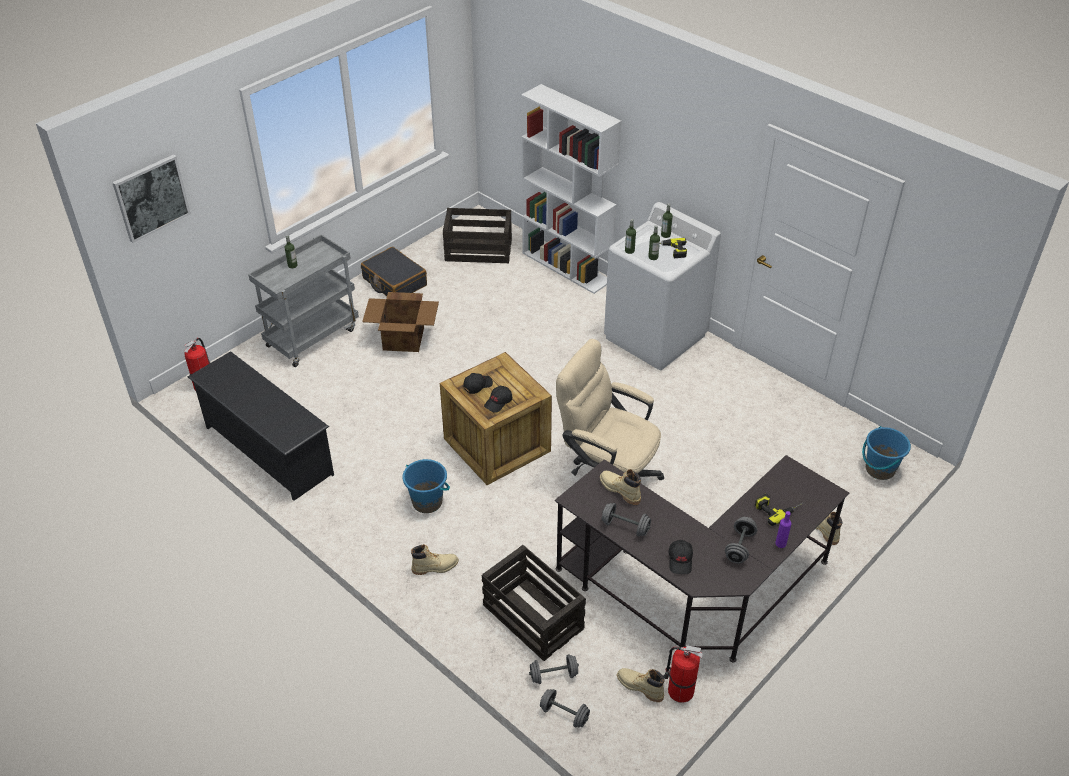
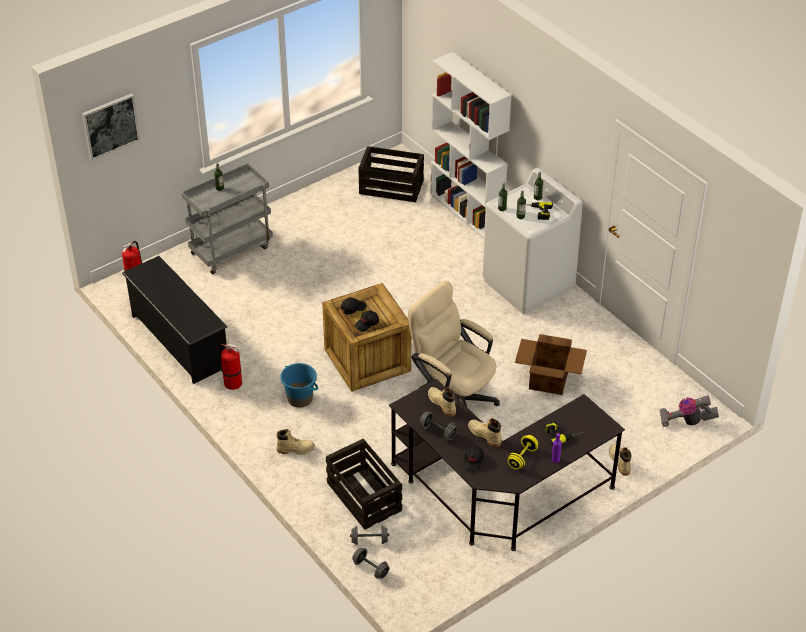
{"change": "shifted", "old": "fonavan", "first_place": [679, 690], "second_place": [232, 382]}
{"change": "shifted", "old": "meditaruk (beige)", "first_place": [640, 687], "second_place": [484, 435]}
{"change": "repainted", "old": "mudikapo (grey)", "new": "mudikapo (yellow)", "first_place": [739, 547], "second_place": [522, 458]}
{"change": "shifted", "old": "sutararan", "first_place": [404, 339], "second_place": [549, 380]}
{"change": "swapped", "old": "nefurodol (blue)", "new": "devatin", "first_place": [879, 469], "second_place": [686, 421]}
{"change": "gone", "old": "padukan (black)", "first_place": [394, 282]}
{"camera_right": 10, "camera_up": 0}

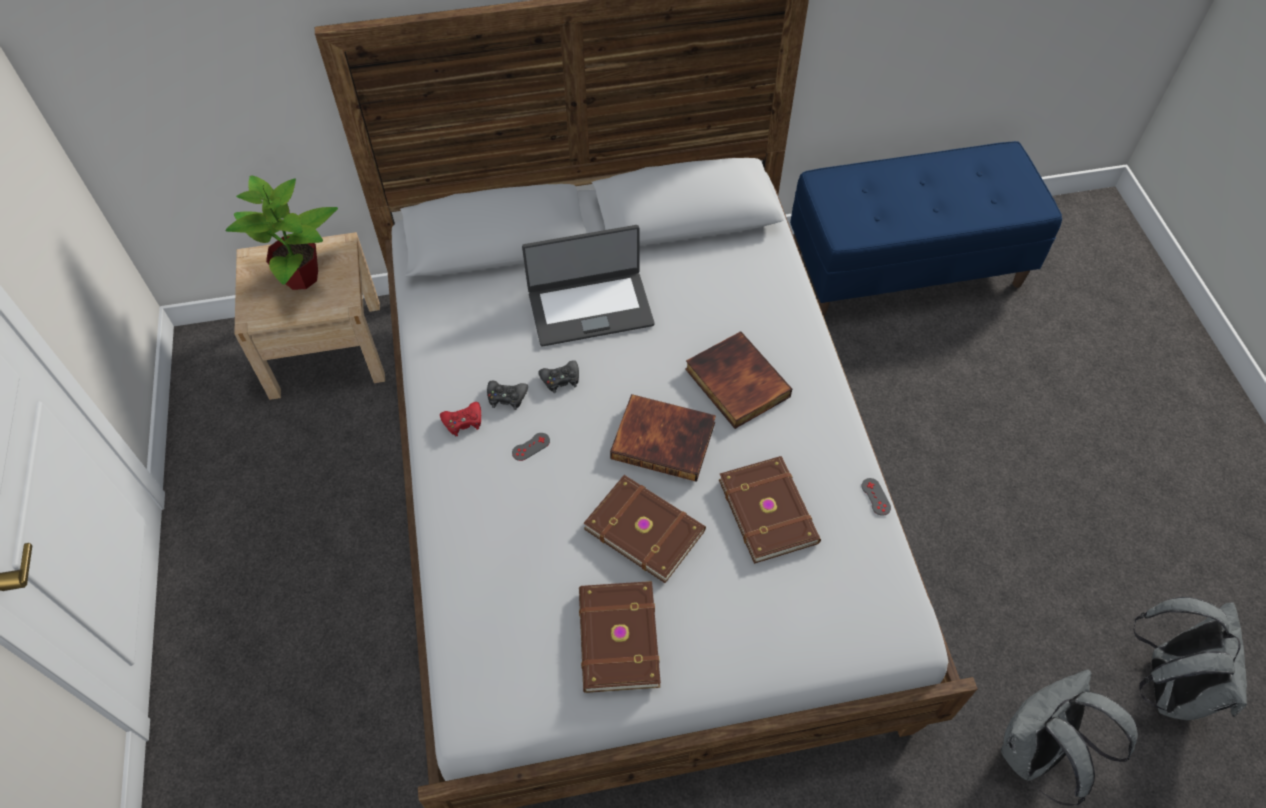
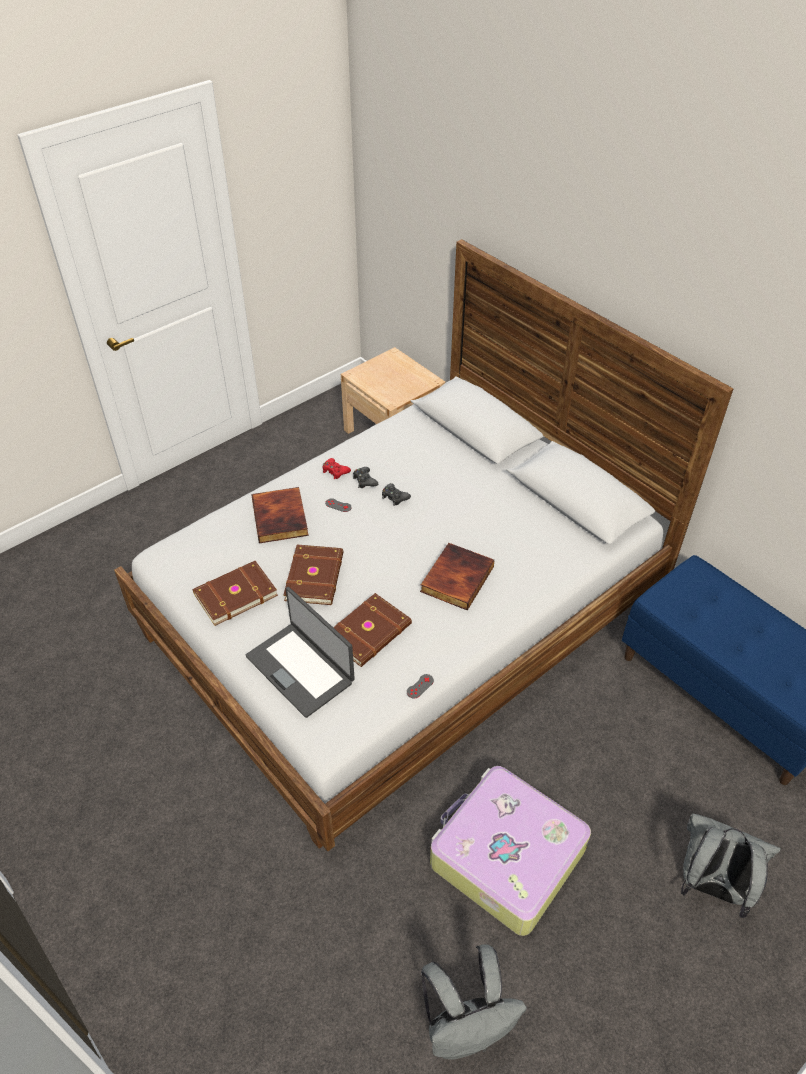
{"change": "shifted", "old": "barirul", "first_place": [590, 307], "second_place": [301, 668]}
{"change": "shifted", "old": "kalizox", "first_place": [664, 439], "second_place": [281, 518]}
{"change": "new", "new": "padukan", "second_place": [505, 856]}
{"change": "shifted", "old": "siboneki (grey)", "first_place": [1035, 753], "second_place": [709, 885]}
{"change": "gone", "old": "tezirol", "first_place": [302, 277]}
{"camera_right": 60, "camera_up": -10}

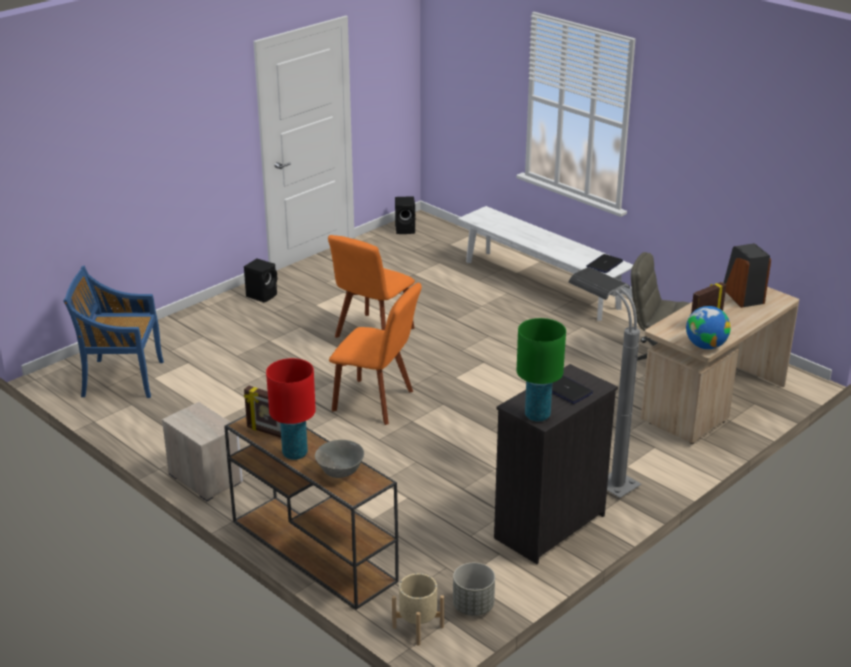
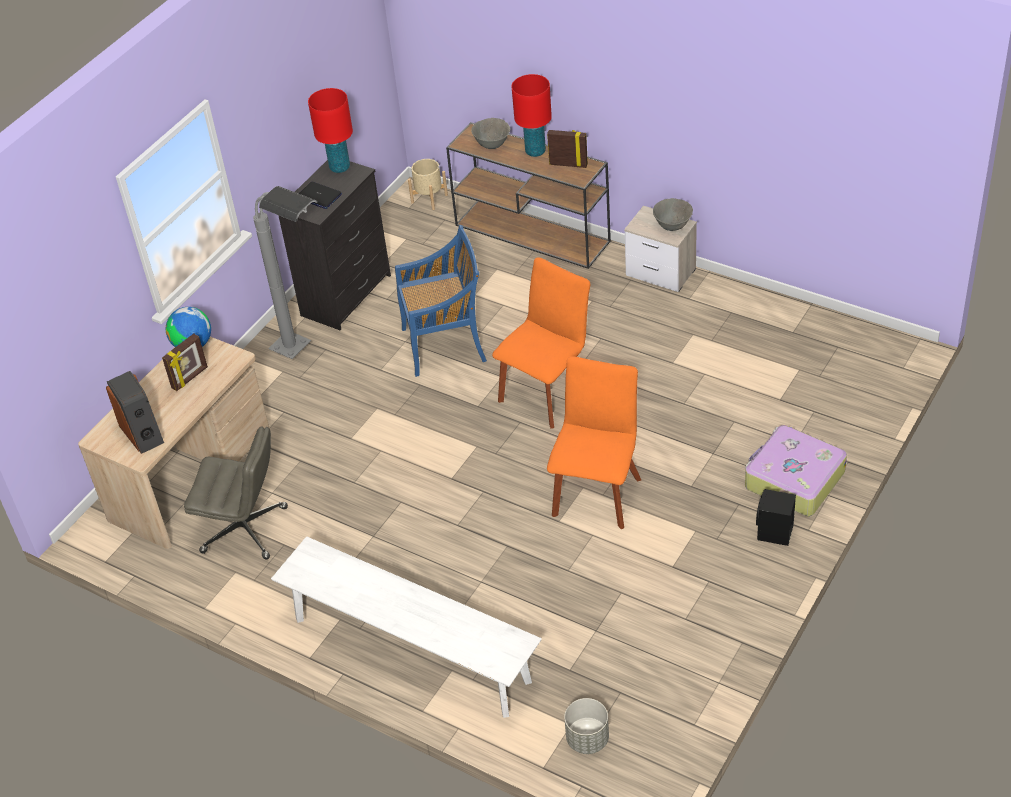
{"change": "repainted", "old": "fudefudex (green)", "new": "fudefudex (red)", "first_place": [537, 415], "second_place": [340, 167]}
{"change": "shifted", "old": "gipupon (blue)", "first_place": [121, 379], "second_place": [445, 344]}
{"change": "rotated", "old": "gipupon (orange)", "first_place": [377, 402], "second_place": [547, 392], "degrees": 120}
{"change": "shifted", "old": "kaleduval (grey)", "first_place": [473, 606], "second_place": [588, 739]}
{"change": "new", "new": "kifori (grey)", "second_place": [672, 225]}
{"change": "new", "new": "padukan", "second_place": [793, 479]}
{"change": "gone", "old": "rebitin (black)", "first_place": [406, 229]}
{"change": "gone", "old": "barirul", "first_place": [604, 264]}
{"camera_right": 170, "camera_up": 15}

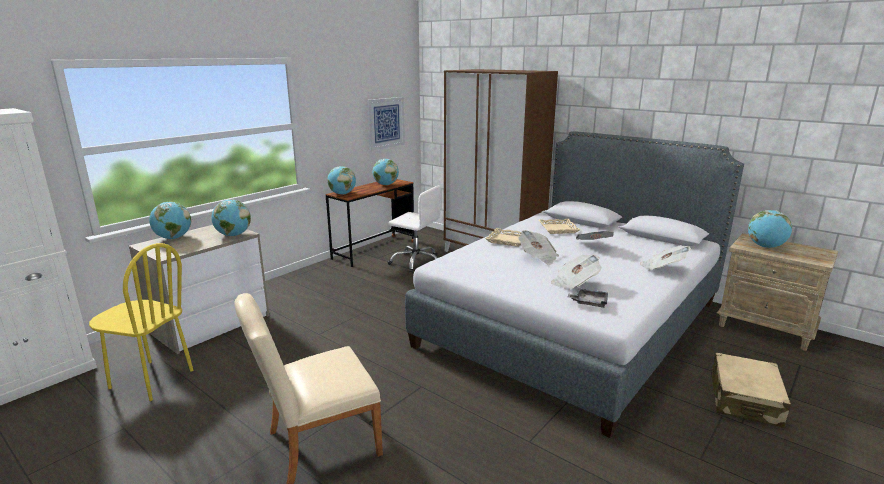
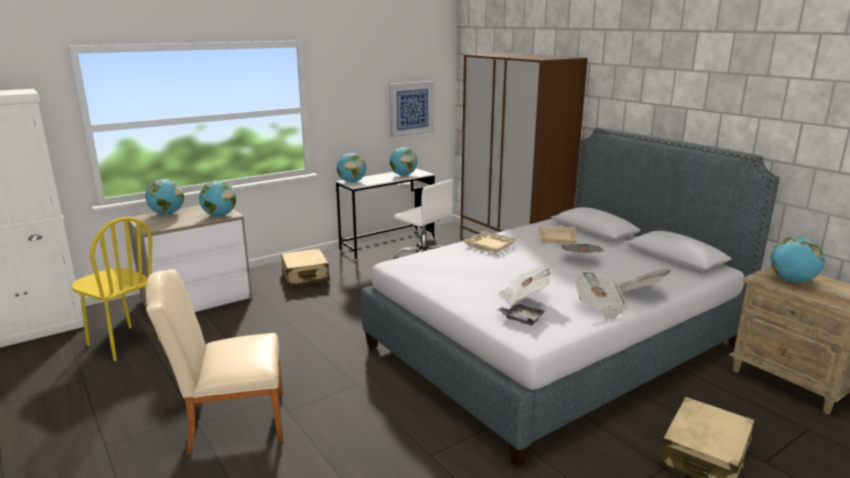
{"change": "new", "new": "padukan (beige)", "second_place": [305, 276]}
{"change": "repainted", "old": "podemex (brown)", "new": "podemex (white)", "first_place": [374, 250], "second_place": [387, 244]}
{"change": "shifted", "old": "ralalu", "first_place": [538, 257], "second_place": [599, 308]}
{"camera_right": 15, "camera_up": 0}

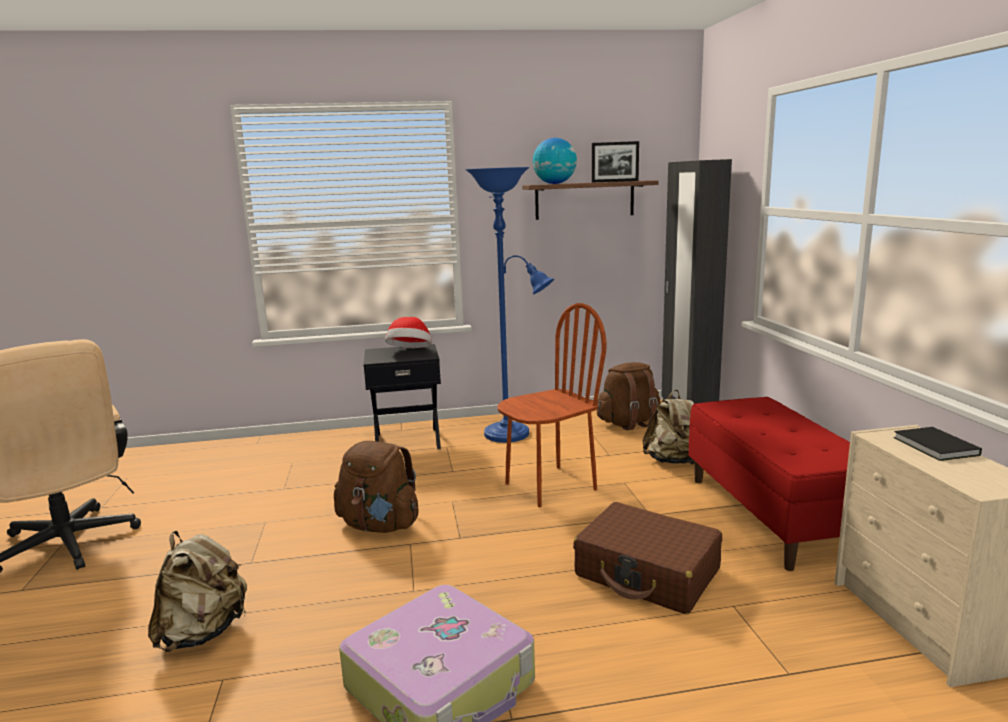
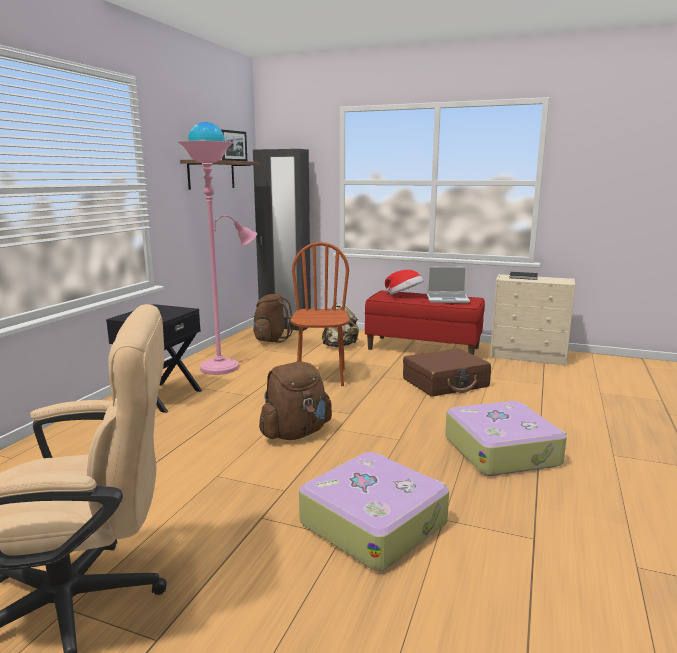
{"change": "repainted", "old": "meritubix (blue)", "new": "meritubix (pink)", "first_place": [512, 435], "second_place": [224, 367]}
{"change": "swapped", "old": "siboneki (beige)", "new": "padukan", "first_place": [203, 632], "second_place": [373, 522]}
{"change": "shifted", "old": "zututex", "first_place": [410, 352], "second_place": [404, 295]}
{"change": "new", "new": "barirul", "second_place": [448, 299]}
{"camera_right": -60, "camera_up": 0}

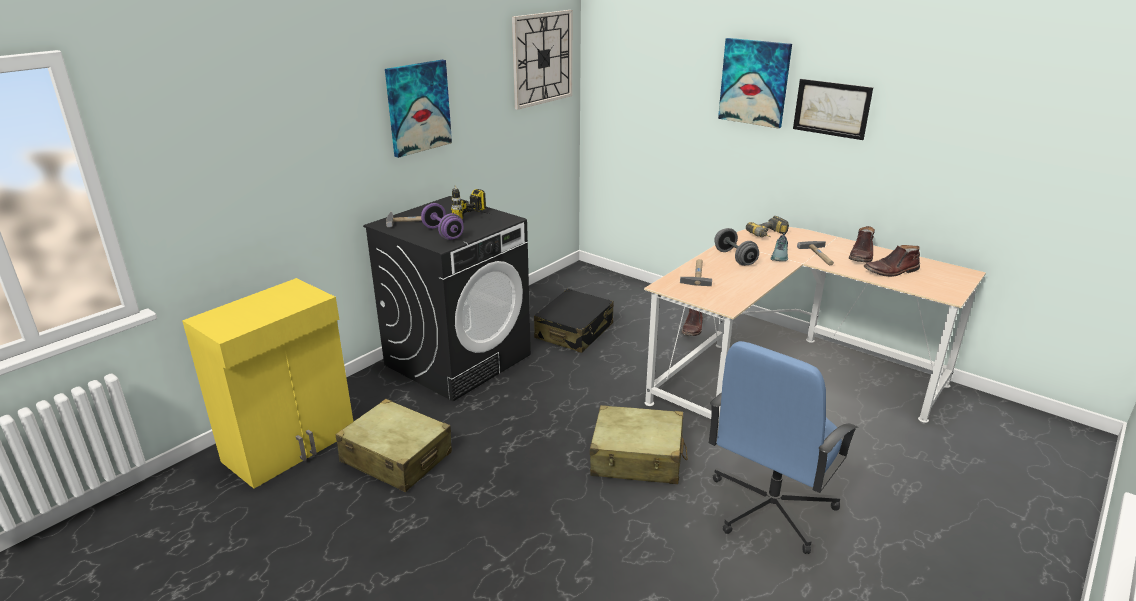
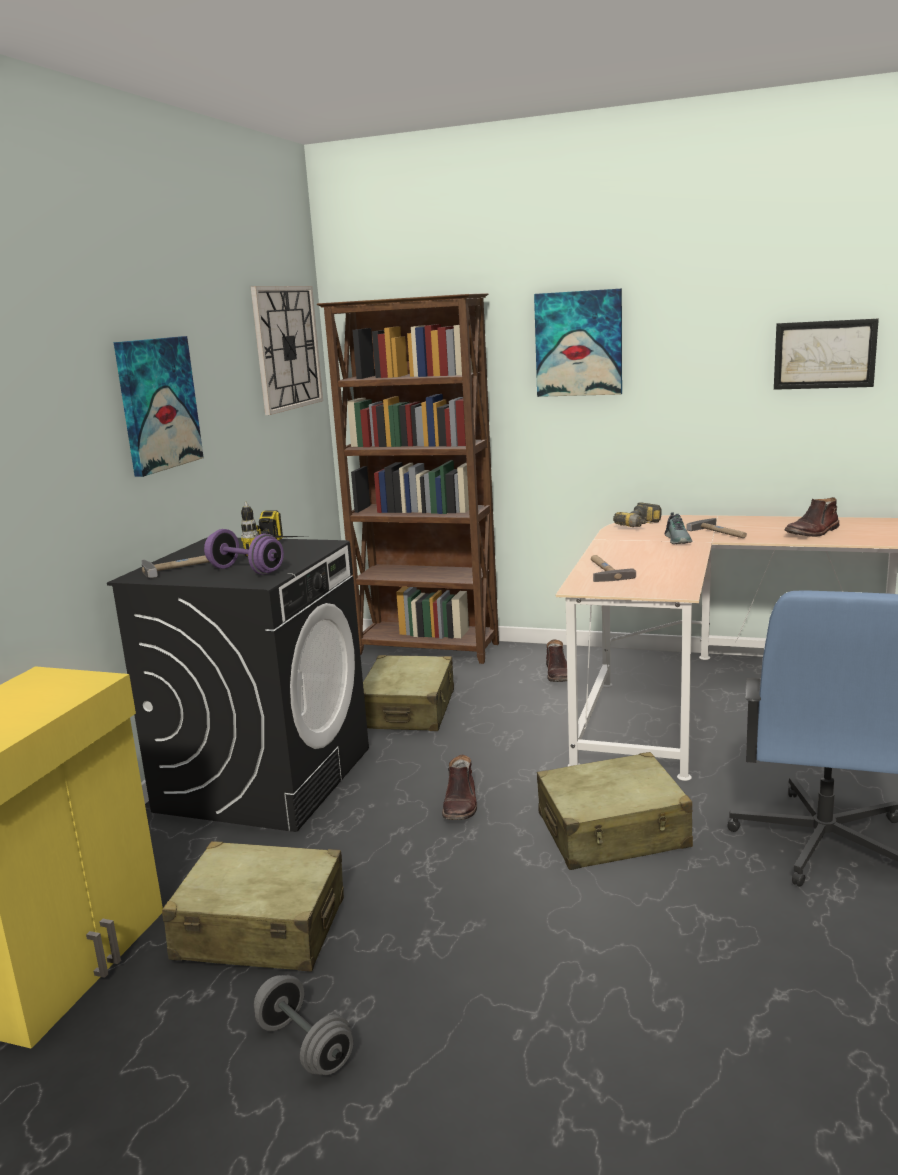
{"change": "shifted", "old": "mudikapo (grey)", "first_place": [735, 258], "second_place": [305, 1046]}
{"change": "new", "new": "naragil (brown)", "second_place": [428, 650]}
{"change": "repainted", "old": "padukan (black)", "new": "padukan (beige)", "first_place": [574, 331], "second_place": [408, 710]}
{"change": "shifted", "old": "meditaruk (brown)", "first_place": [861, 256], "second_place": [461, 804]}
{"change": "shifted", "old": "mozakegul", "first_place": [831, 108], "second_place": [824, 354]}
{"camera_right": -20, "camera_up": -10}

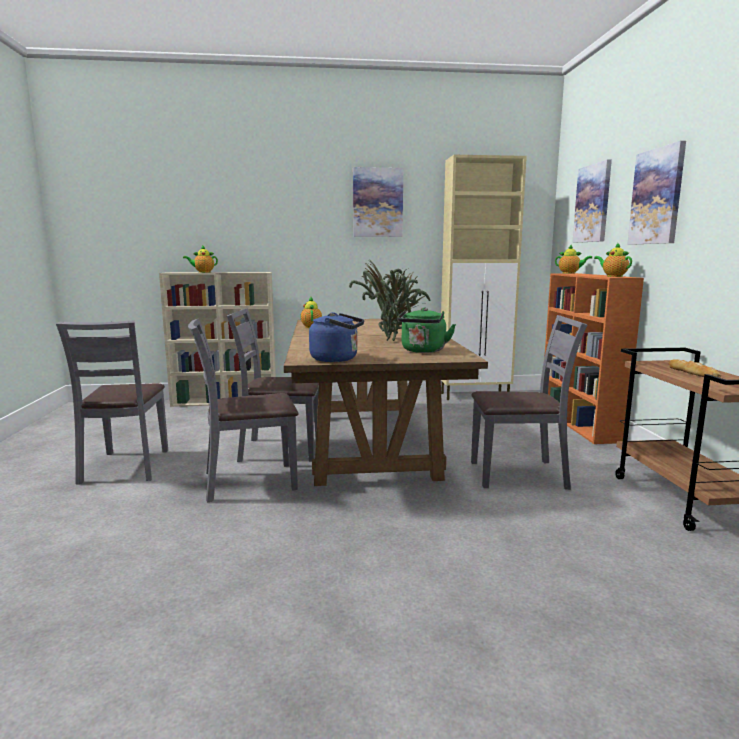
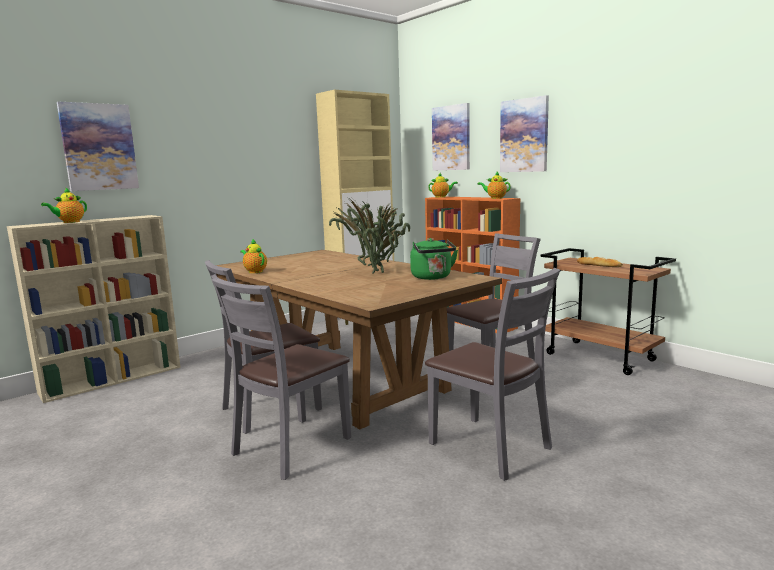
{"change": "shifted", "old": "mozakegul", "first_place": [377, 202], "second_place": [99, 147]}
{"change": "shifted", "old": "gipupon (grey)", "first_place": [126, 467], "second_place": [490, 447]}
{"change": "gone", "old": "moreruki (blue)", "first_place": [337, 359]}
{"camera_right": -35, "camera_up": 0}

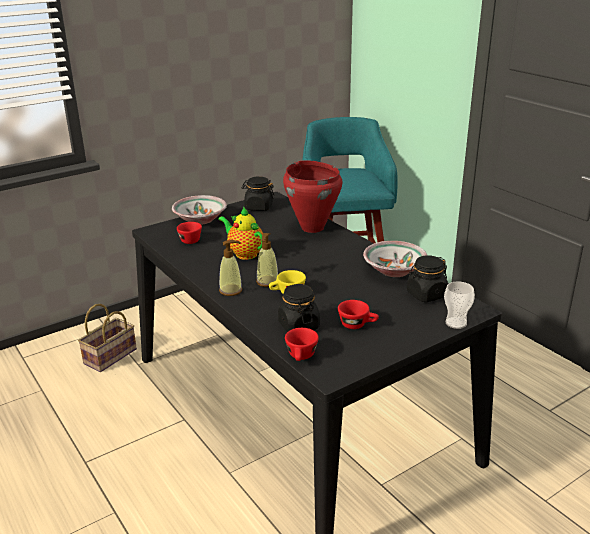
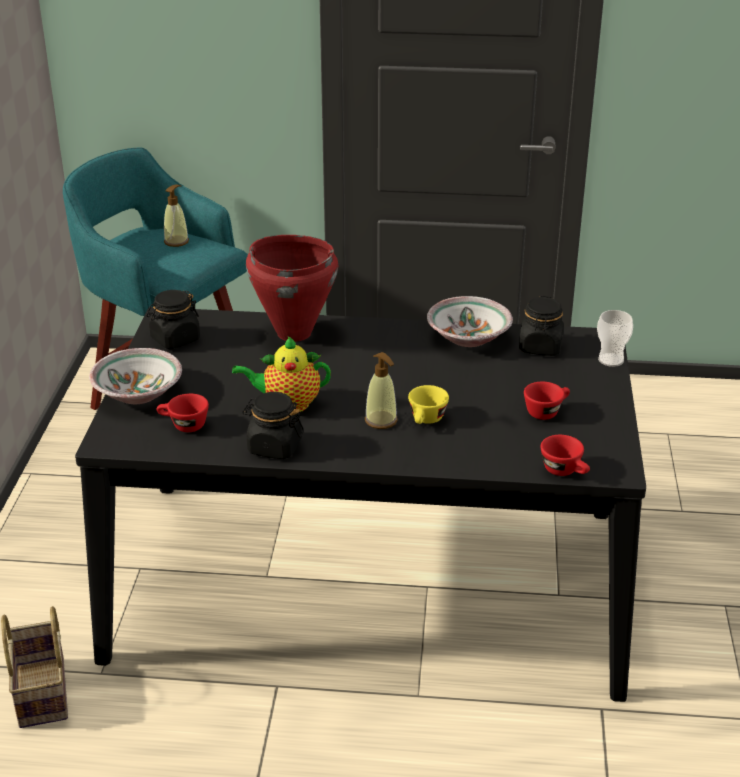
{"change": "shifted", "old": "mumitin", "first_place": [231, 290], "second_place": [176, 241]}
{"change": "shifted", "old": "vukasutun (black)", "first_place": [298, 325], "second_place": [274, 447]}
{"camera_right": -50, "camera_up": 5}

